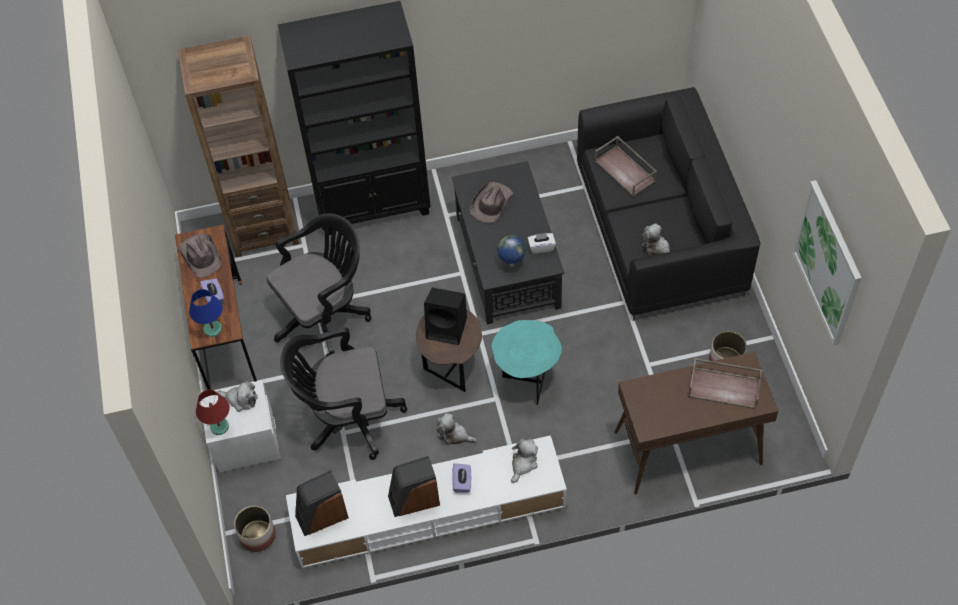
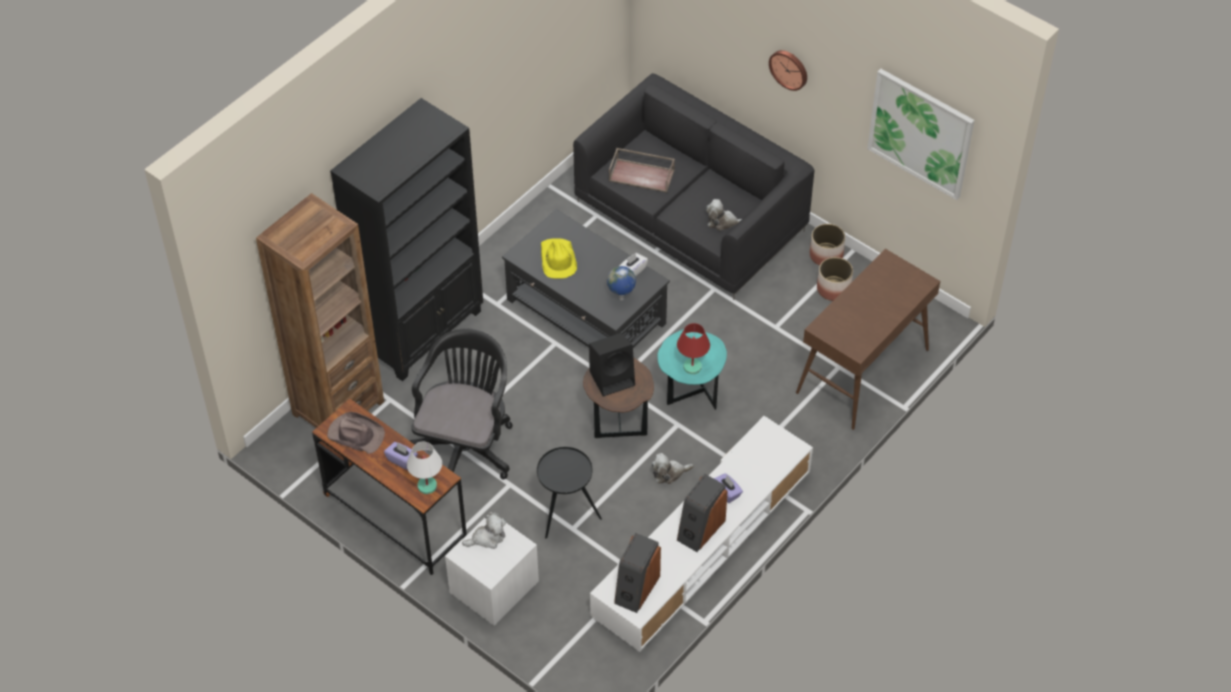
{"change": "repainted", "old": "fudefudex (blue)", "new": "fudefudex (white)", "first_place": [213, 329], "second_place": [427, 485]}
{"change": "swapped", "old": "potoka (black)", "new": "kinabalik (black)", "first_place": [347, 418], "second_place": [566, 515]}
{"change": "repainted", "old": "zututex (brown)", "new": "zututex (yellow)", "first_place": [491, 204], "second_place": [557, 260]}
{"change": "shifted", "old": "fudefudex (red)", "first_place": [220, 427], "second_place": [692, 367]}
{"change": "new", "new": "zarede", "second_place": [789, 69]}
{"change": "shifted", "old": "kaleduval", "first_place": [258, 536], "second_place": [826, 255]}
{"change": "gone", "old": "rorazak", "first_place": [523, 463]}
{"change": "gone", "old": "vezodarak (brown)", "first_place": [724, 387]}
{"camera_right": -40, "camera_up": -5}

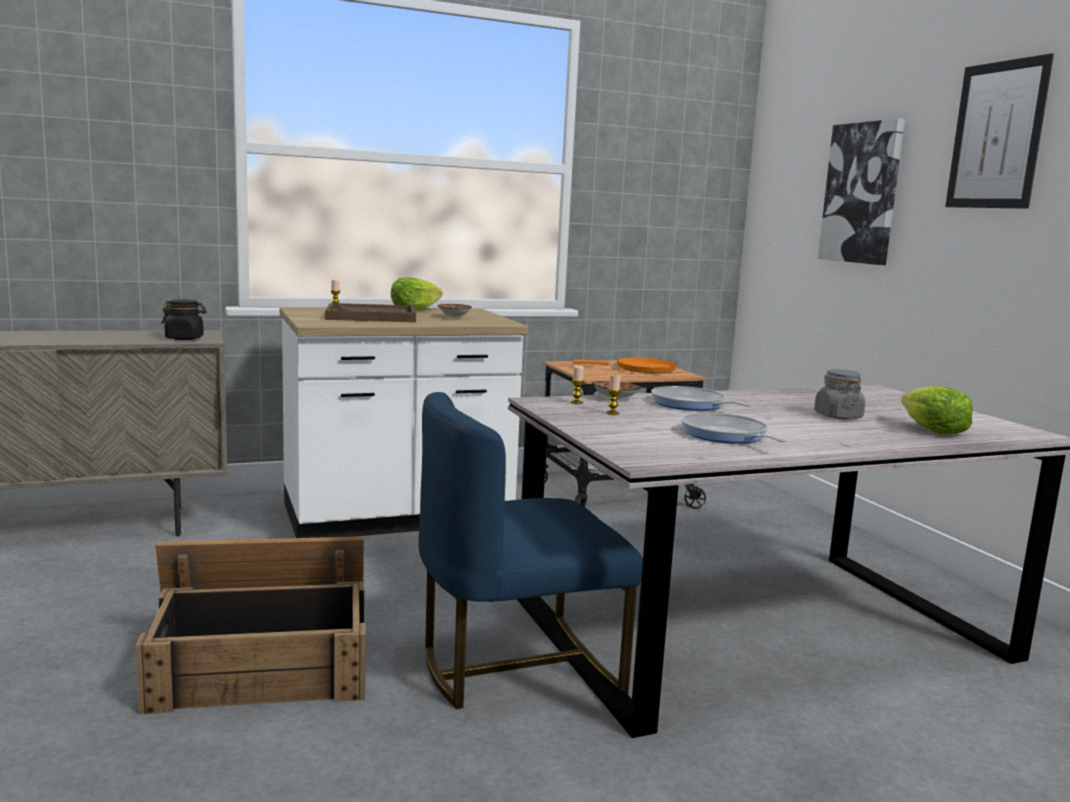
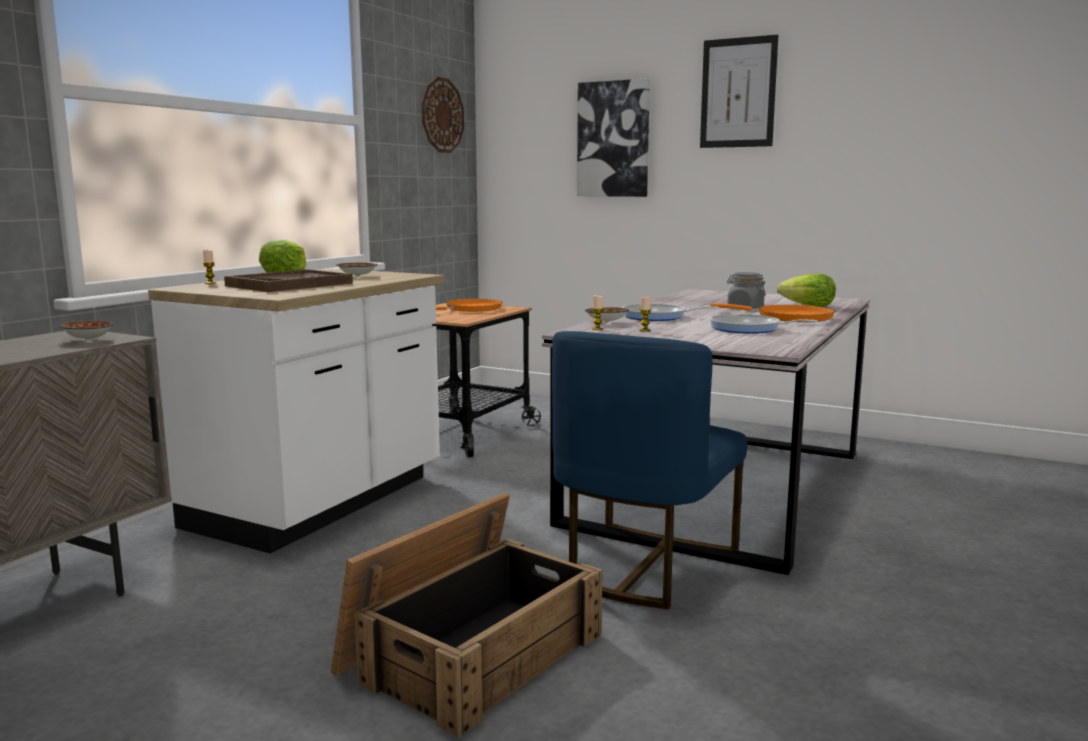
{"change": "swapped", "old": "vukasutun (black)", "new": "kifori", "first_place": [185, 338], "second_place": [88, 340]}
{"change": "new", "new": "zarede", "second_place": [442, 115]}
{"change": "new", "new": "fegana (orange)", "second_place": [789, 318]}
{"camera_right": -40, "camera_up": 0}

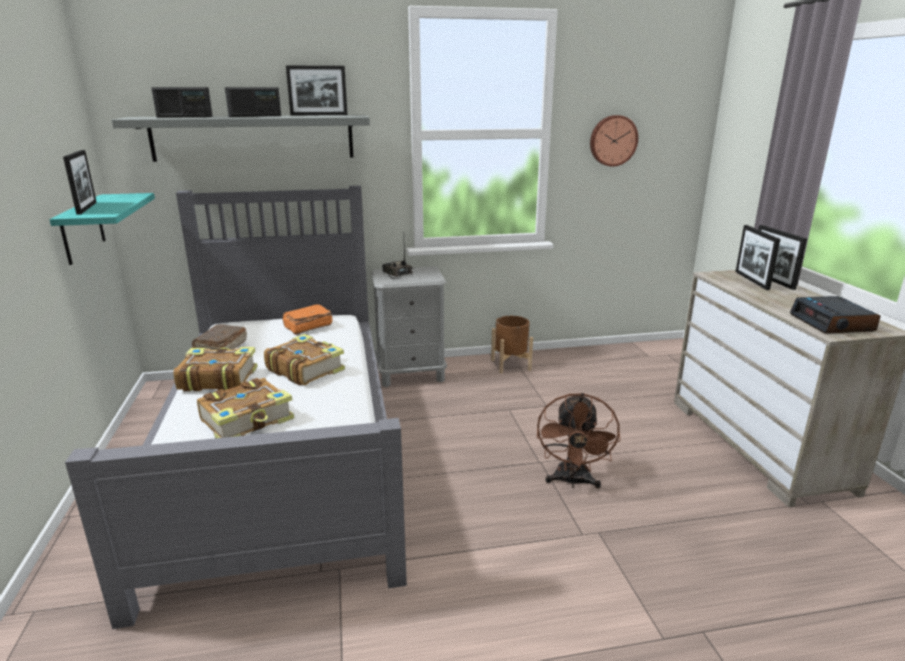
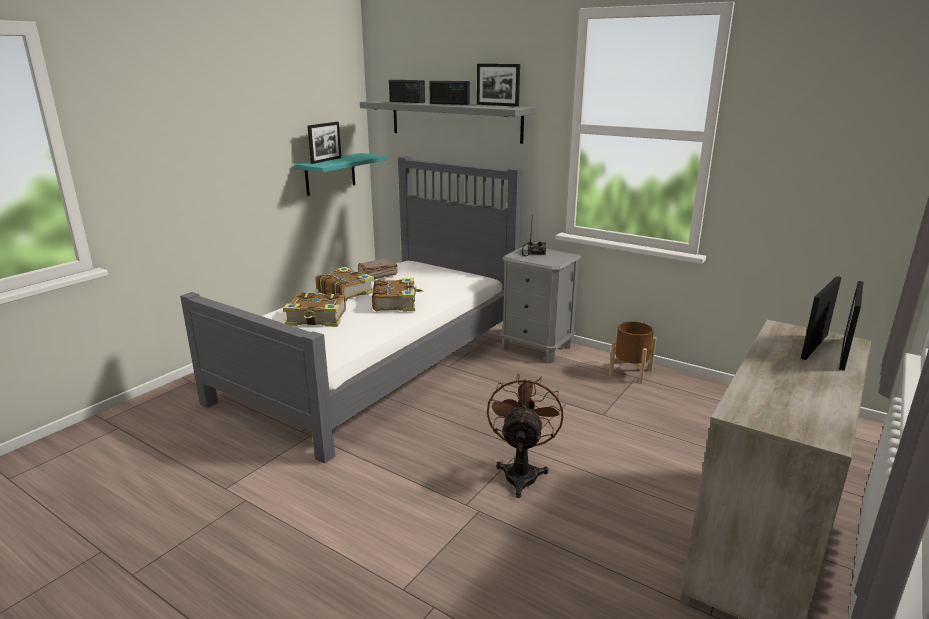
{"change": "rotated", "old": "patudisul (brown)", "first_place": [572, 481], "second_place": [521, 472], "degrees": 135}
{"change": "gone", "old": "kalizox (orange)", "first_place": [307, 327]}
{"change": "gone", "old": "zarede", "first_place": [612, 140]}
{"change": "gone", "old": "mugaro", "first_place": [832, 323]}
{"camera_right": 45, "camera_up": 0}

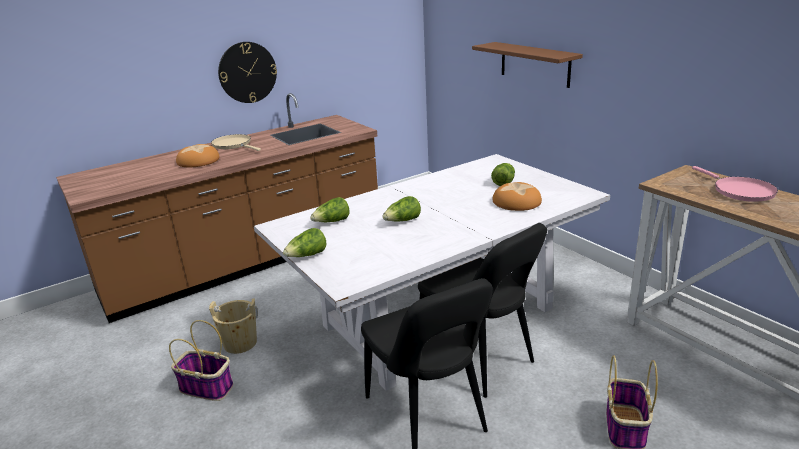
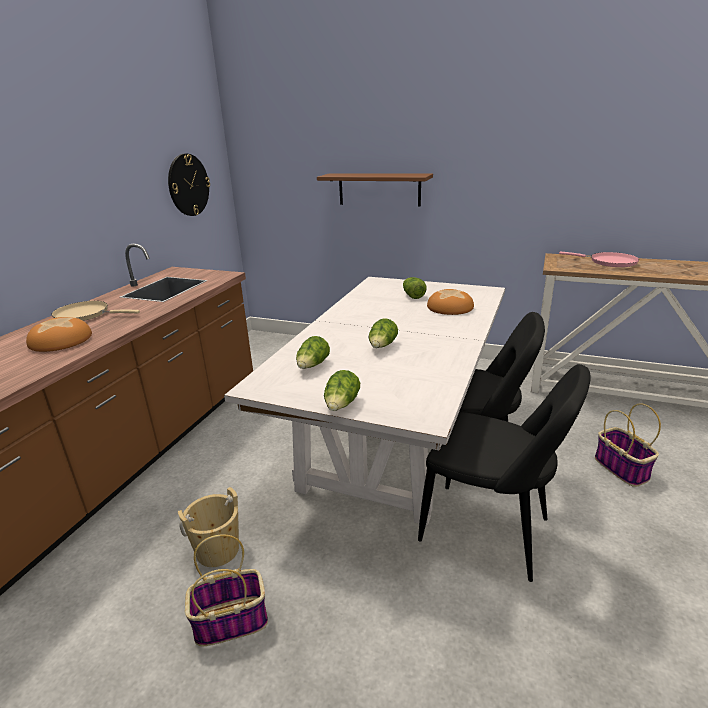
{"change": "shifted", "old": "zarede", "first_place": [247, 72], "second_place": [188, 185]}
{"camera_right": -35, "camera_up": 0}

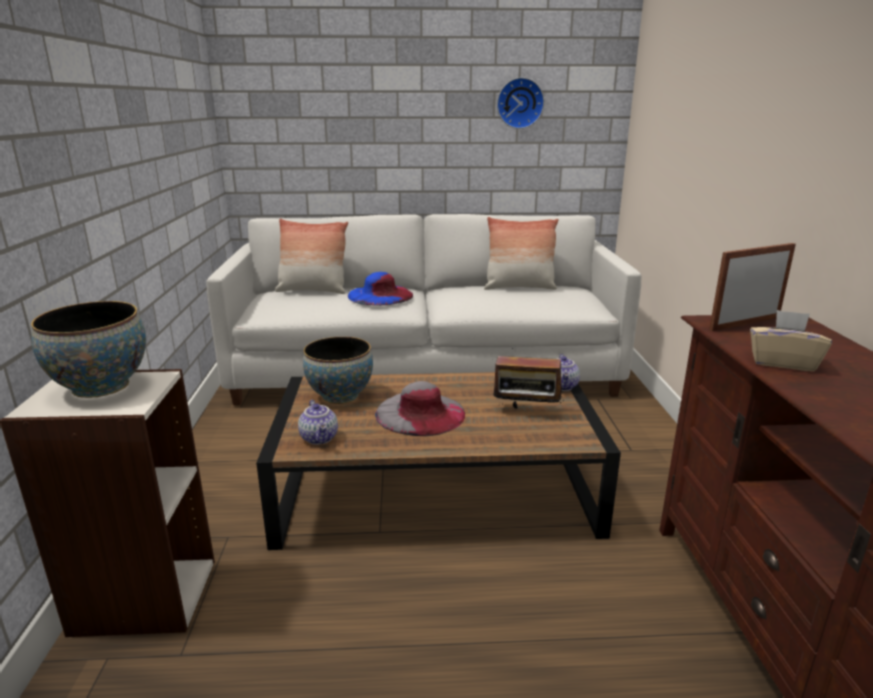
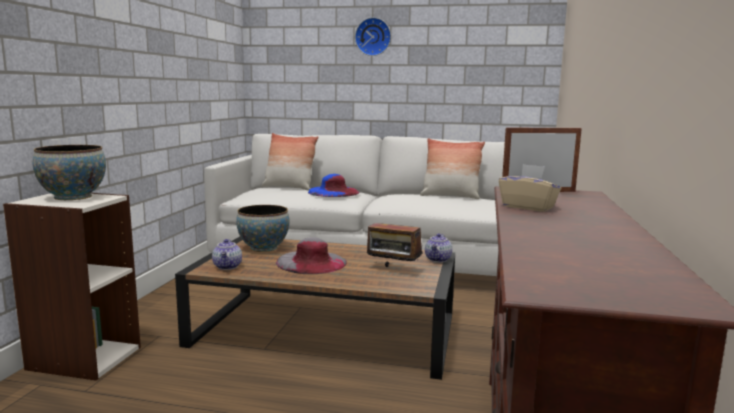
{"change": "shifted", "old": "zarede", "first_place": [519, 103], "second_place": [373, 37]}
{"camera_right": 15, "camera_up": -10}

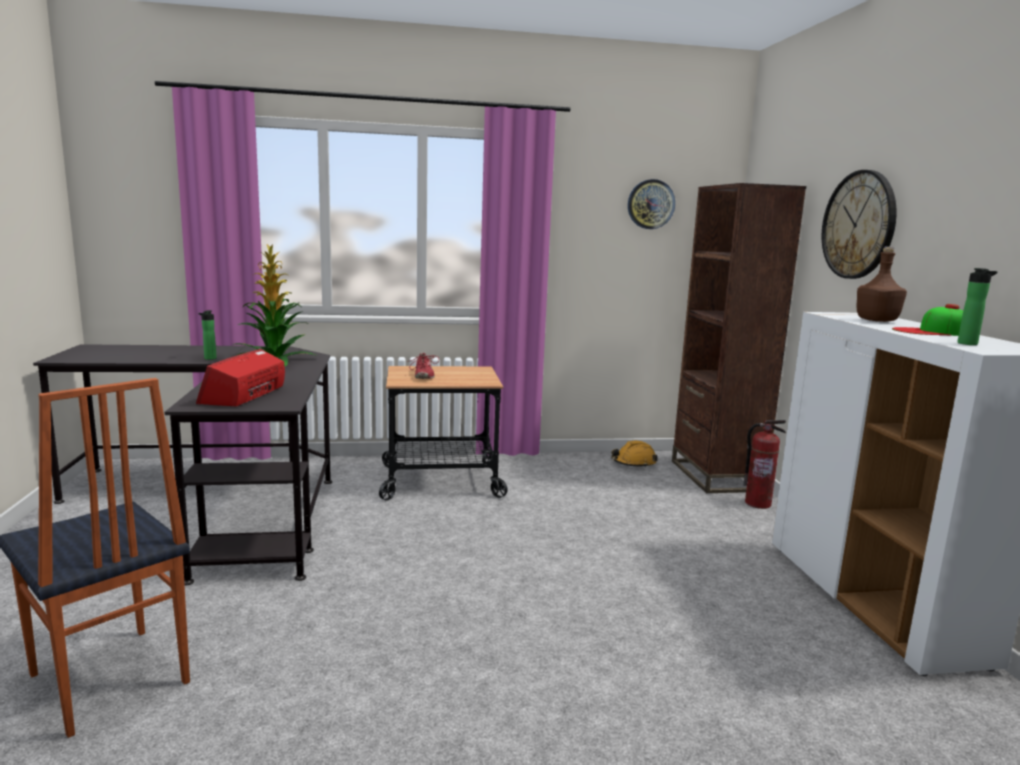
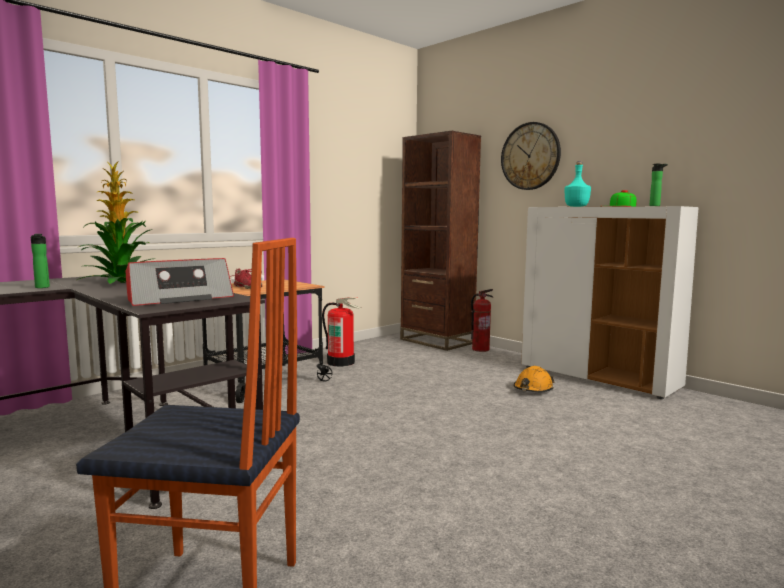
{"change": "rotated", "old": "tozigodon", "first_place": [244, 395], "second_place": [179, 299], "degrees": -105}
{"change": "new", "new": "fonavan", "second_place": [341, 362]}
{"change": "shifted", "old": "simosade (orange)", "first_place": [633, 463], "second_place": [533, 389]}
{"change": "repainted", "old": "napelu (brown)", "new": "napelu (turquoise)", "first_place": [877, 321], "second_place": [577, 206]}
{"change": "gone", "old": "zarede", "first_place": [650, 204]}
{"camera_right": -35, "camera_up": -5}

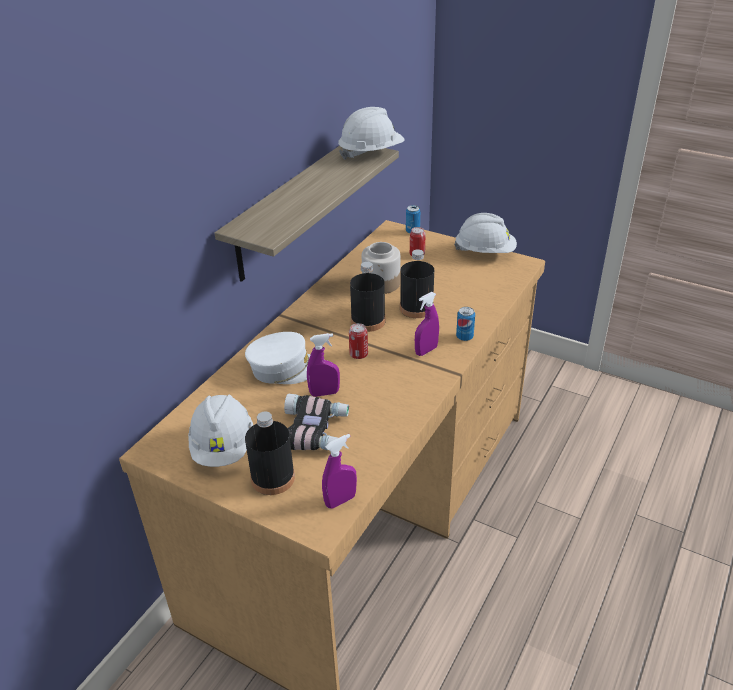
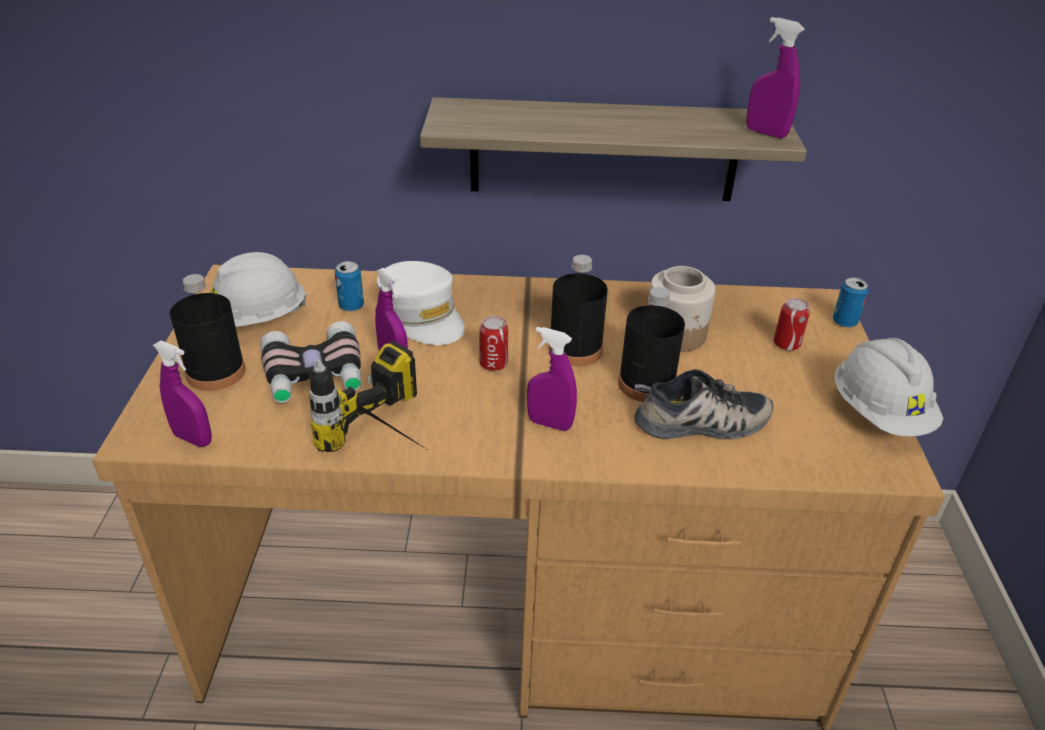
{"change": "new", "new": "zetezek", "second_place": [391, 441]}
{"change": "shifted", "old": "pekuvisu", "first_place": [464, 337], "second_place": [351, 306]}
{"change": "new", "new": "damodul", "second_place": [701, 424]}
{"change": "swapped", "old": "simosade (white)", "new": "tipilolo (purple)", "first_place": [371, 153], "second_place": [766, 133]}
{"camera_right": 60, "camera_up": 0}

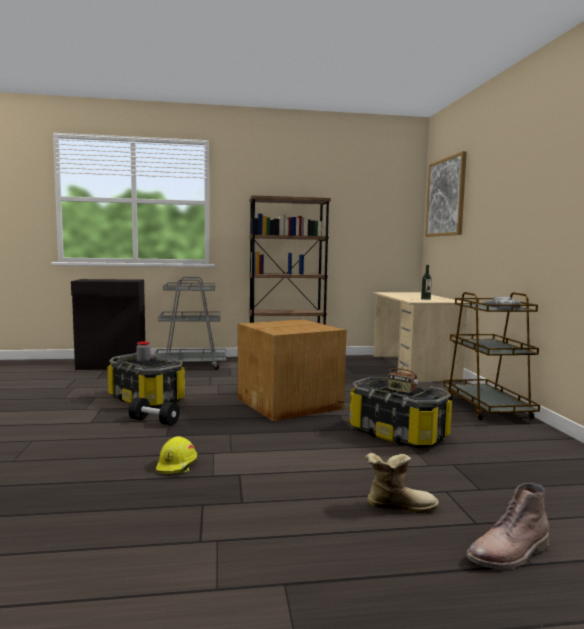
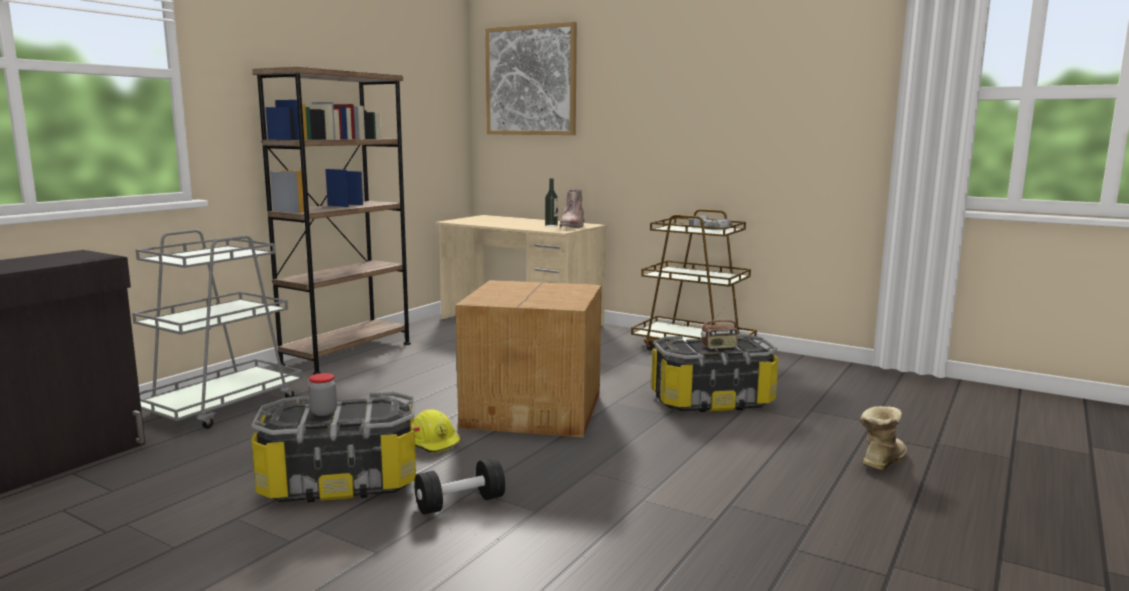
{"change": "shifted", "old": "simosade (yellow)", "first_place": [177, 465], "second_place": [436, 442]}
{"change": "shifted", "old": "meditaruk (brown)", "first_place": [509, 553], "second_place": [573, 226]}
{"camera_right": -50, "camera_up": 5}

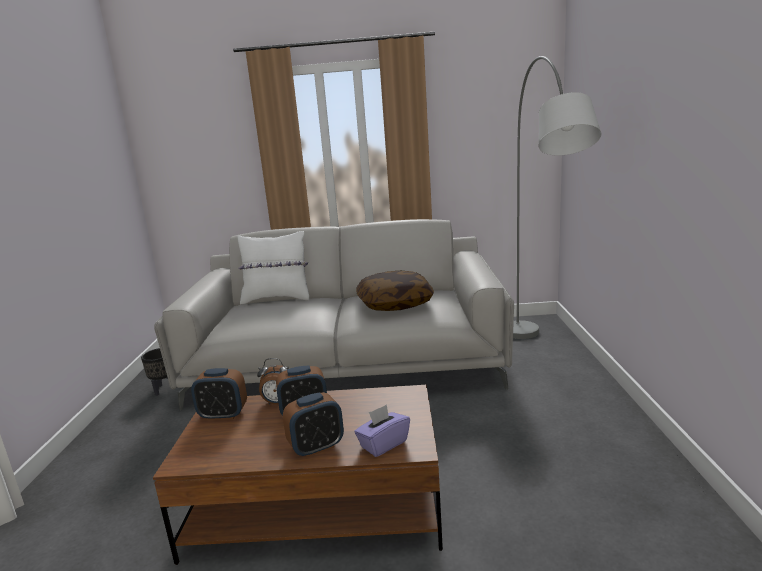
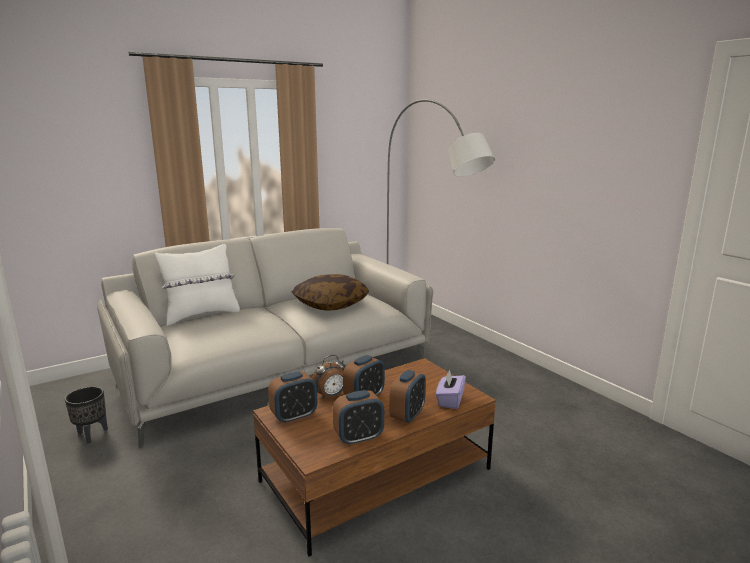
{"change": "new", "new": "mugaro", "second_place": [359, 438]}
{"camera_right": -35, "camera_up": 0}

